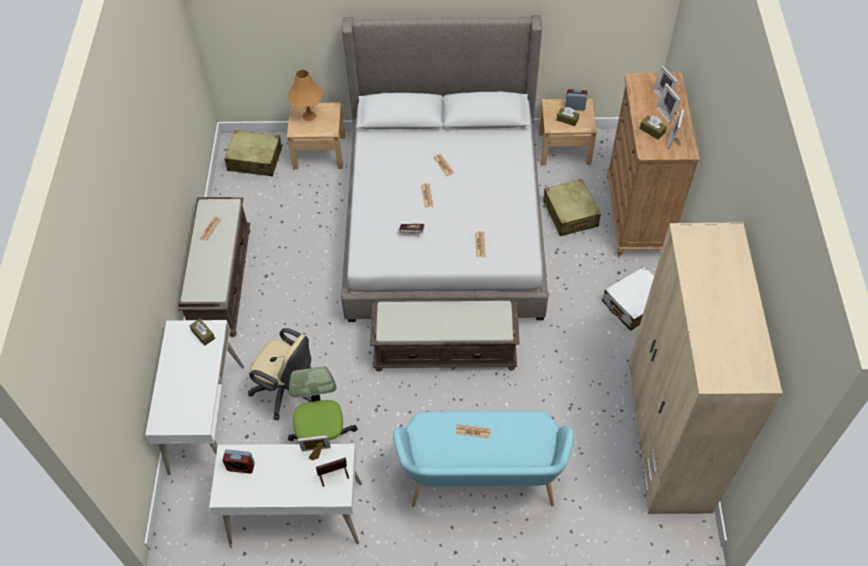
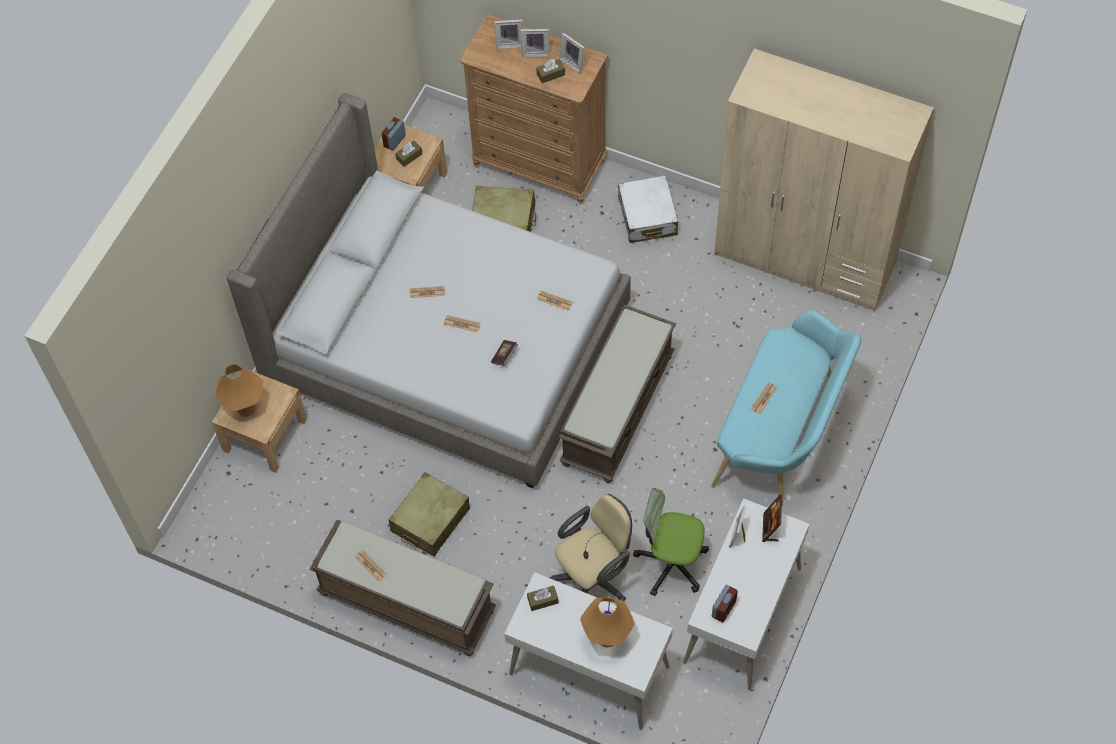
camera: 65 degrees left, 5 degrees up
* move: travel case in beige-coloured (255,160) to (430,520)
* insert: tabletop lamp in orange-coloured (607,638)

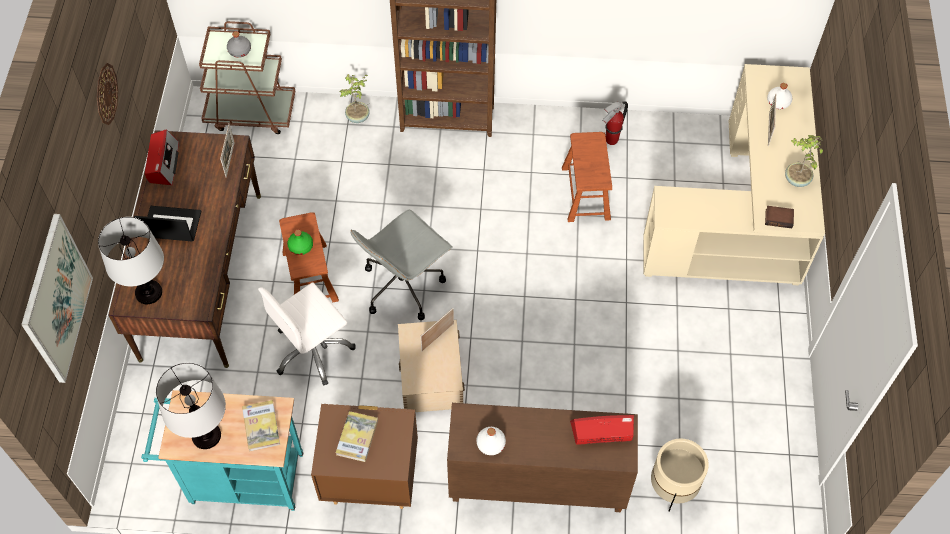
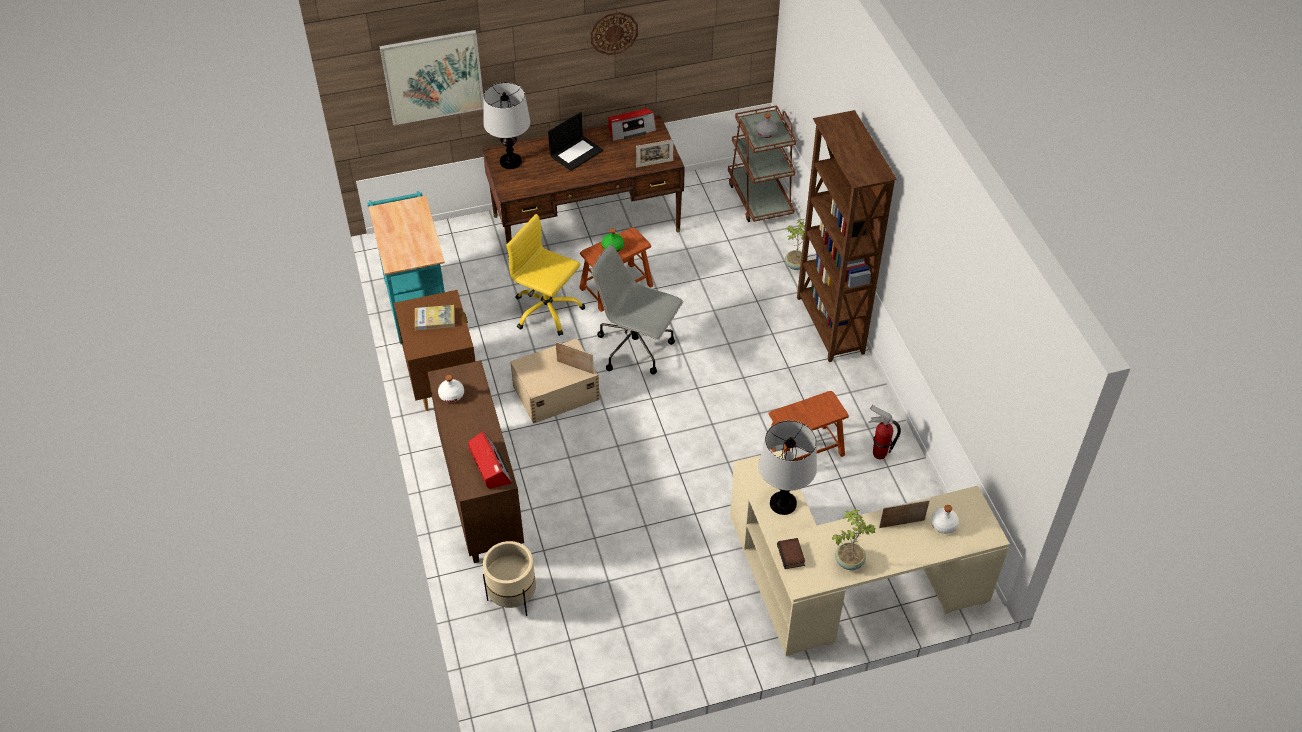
camera: 70 degrees right, 10 degrees down
* recolor: desk chair in white-coloured (313,350) to desk chair in yellow-coloured (547,311)
* rotate: notebook computer (171,225) = (576,153) 60 degrees clockwise
* move: tabletop lamp (206,436) to (782,503)
* delete: volume (261,426)

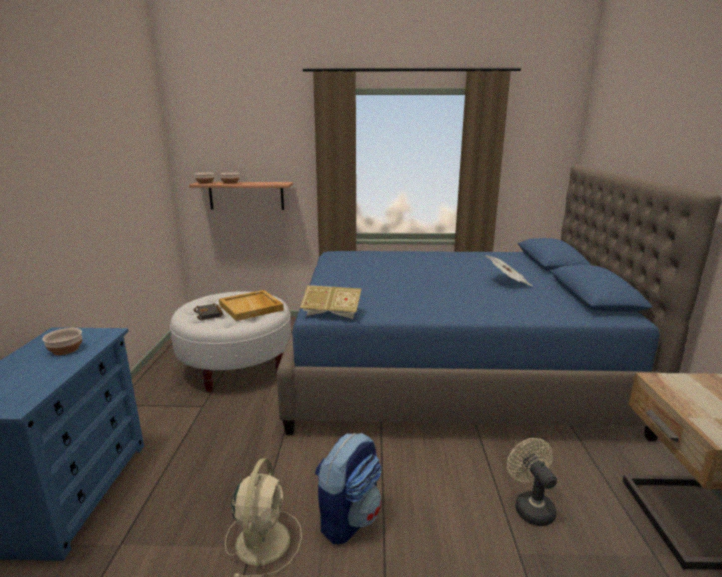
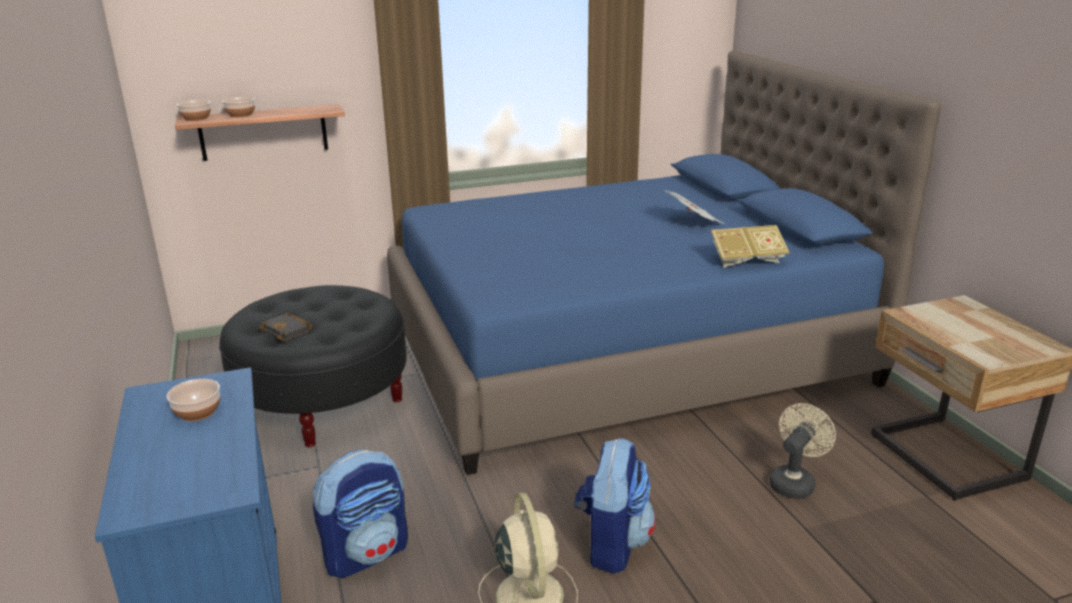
camera: 20 degrees left, 5 degrees up
* recolor: footrest in white-coloured (236,366) to footrest in black-coloured (324,403)
* insert: knapsack (367,553)
* move: volume (331,313) to (747,260)
* rotate: cooling fan in beige-coloured (530,506) = (794,482) 75 degrees clockwise
* delete: serving tray in beige-coloured (251,307)

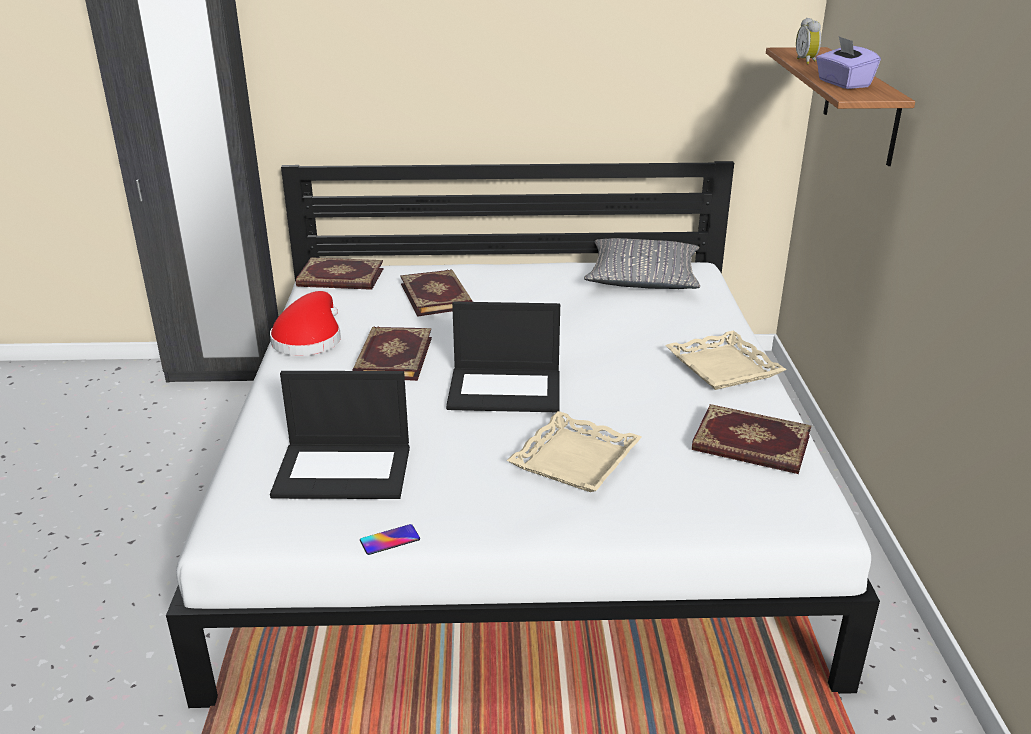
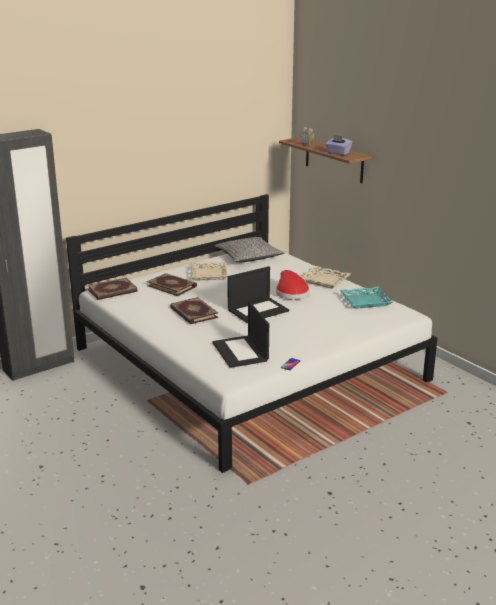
camera: 35 degrees left, 5 degrees down
* move: serving tray in beige-coloured (574,459) to (208,274)
* rotate: notebook computer (345,470) = (241,352) 105 degrees clockwise
* move: clothing hat in red-coloured (309,339) to (291,292)
* replace: volume (750,444) to serving tray in blue-green (365,301)

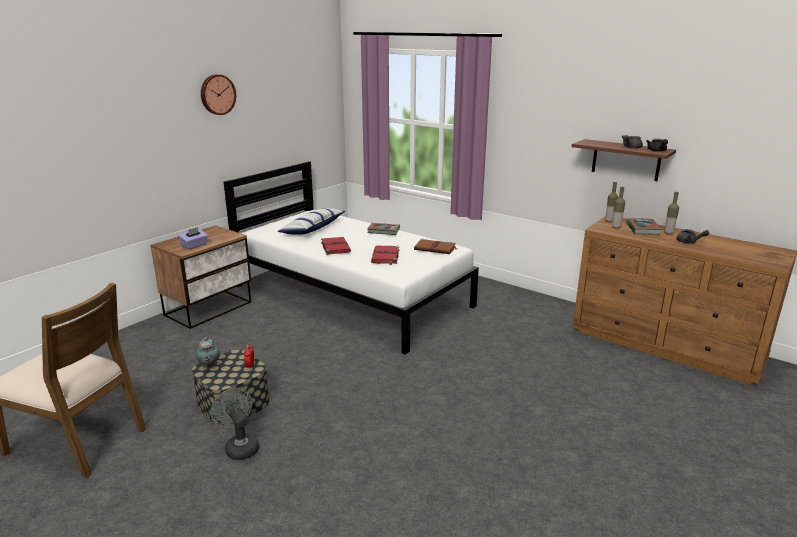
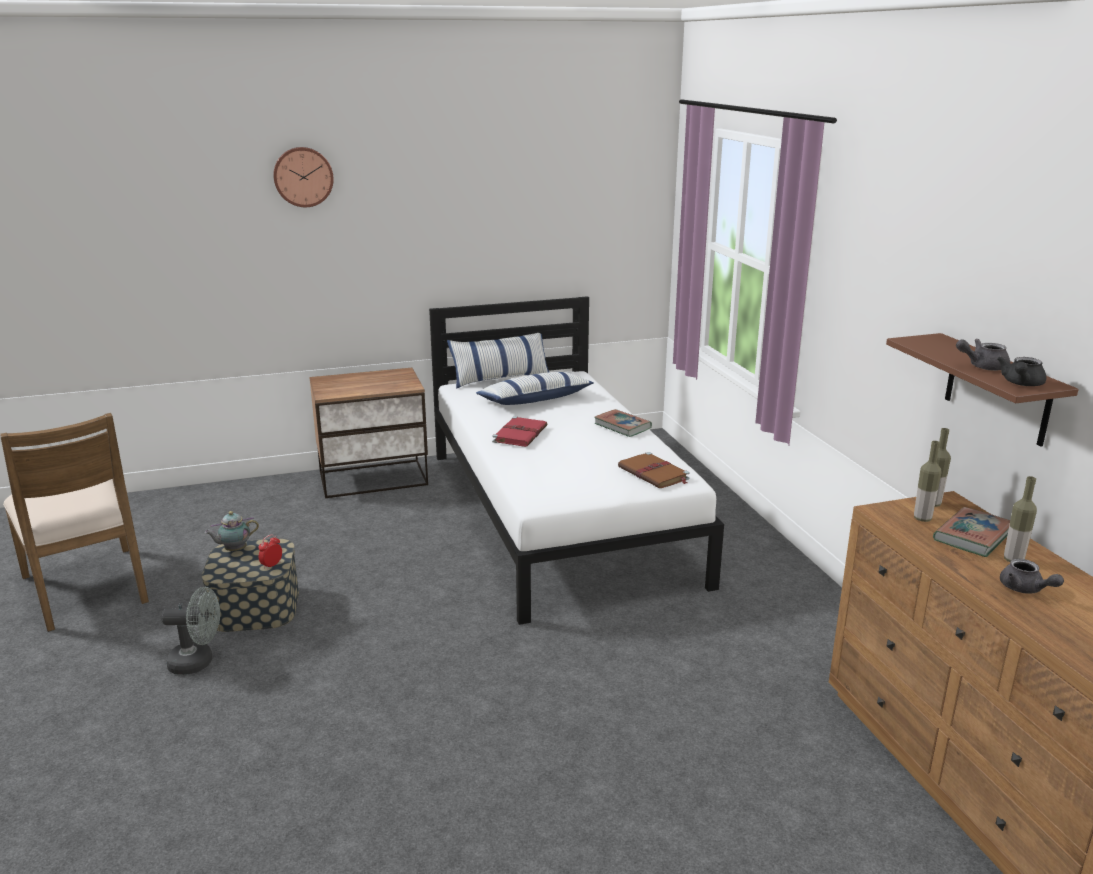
camera: 35 degrees right, 0 degrees up
* rotate: cooling fan in grey (239,447) = (198,662) 90 degrees clockwise
* rotate: teapot (209,367) = (234,550) 45 degrees clockwise
* move: wall clock (217,94) to (303,177)
* insert: cushion (500,378)
* delete: box of tissues in purple (194,246)
* delete: volume in red-coloured (385,256)

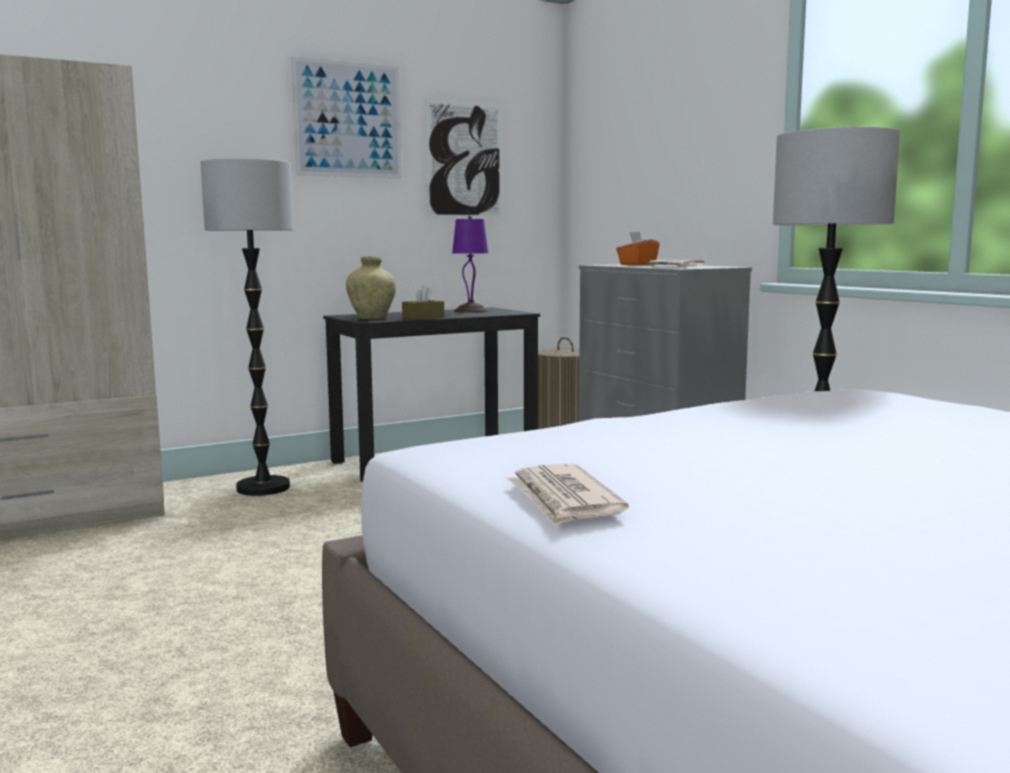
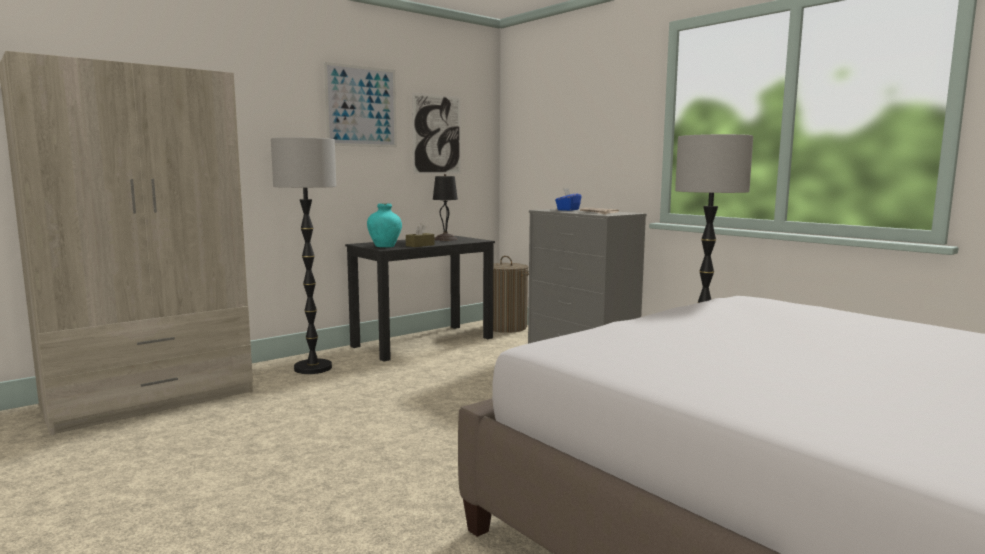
camera: 10 degrees left, 0 degrees up
* recolor: decorative vase in beige-coloured (372,318) to decorative vase in blue-green (385,246)
* recolor: tabletop lamp in purple (470,311) to tabletop lamp in black-coloured (445,239)
* recolor: box of tissues in orange-coloured (637,264) to box of tissues in bluish (567,210)
* delete: newspaper (563,500)

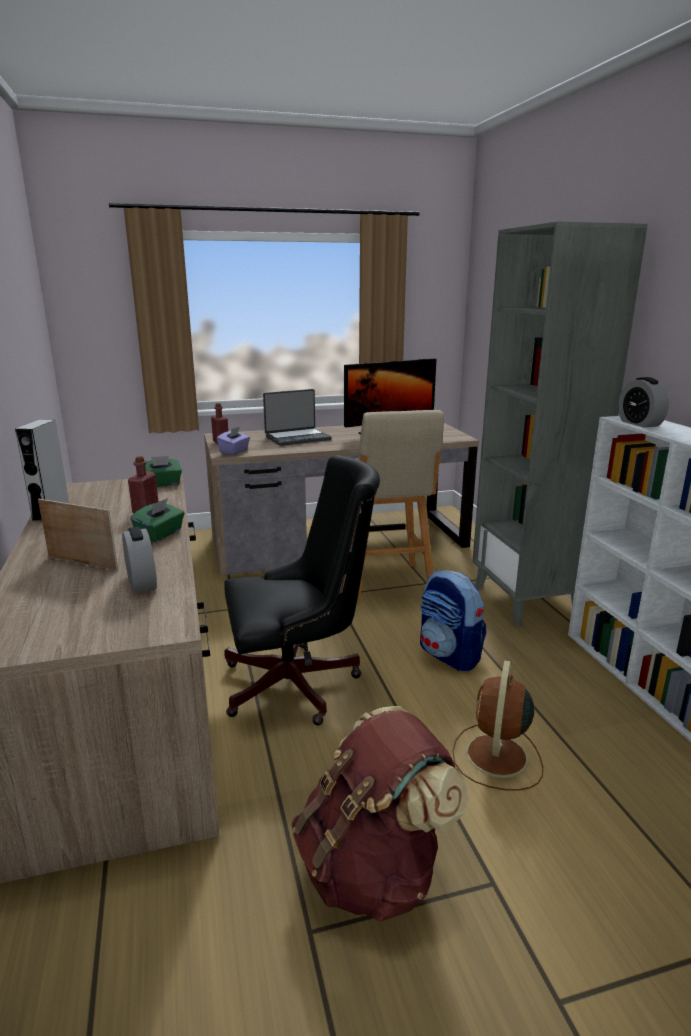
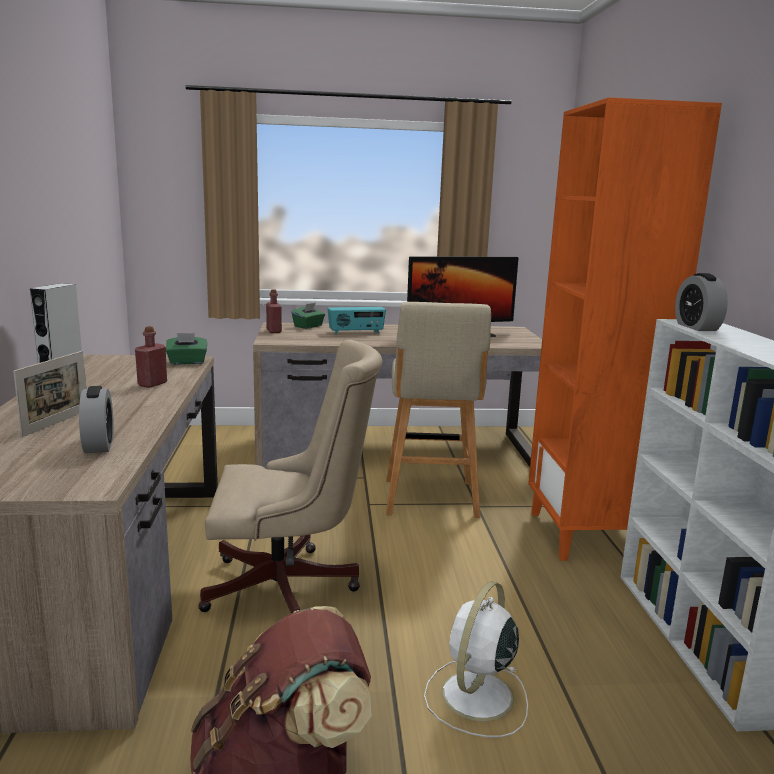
camera: 10 degrees right, 5 degrees down
* rotate: standing frame (82,563) = (56,423) 75 degrees clockwise
* recolor: desk chair in black-coloured (300,683) to desk chair in beige-coloured (290,589)
* move: box of tissues in greenish (160,534) to (308,326)
* replace: notebook computer (297,438) to radio set (356,333)
* recolor: cooling fan in brown-coloured (496,757) to cooling fan in white-coloured (476,697)
* recolor: shelving unit in grey (527,601) to shelving unit in orange-coloured (586,535)
* delete: box of tissues in purple (234,451)
* delete: knapsack (449,655)

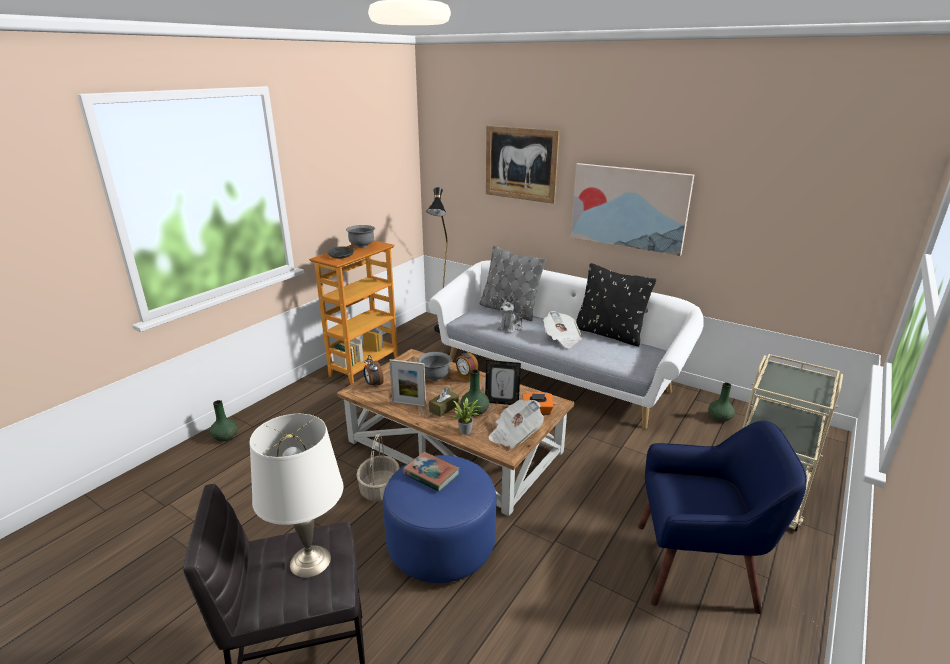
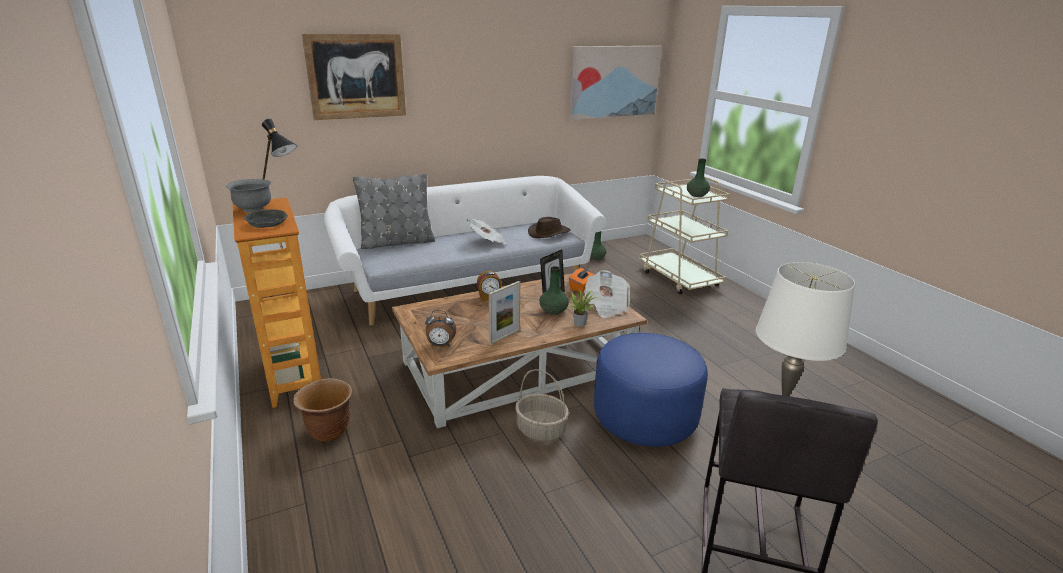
camera: 60 degrees left, 0 degrees up
* insert: plant pot in brown-coloured (328,431)
* insert: clothing hat in brown-coloured (549,233)
* move: picture (629,207) to (613,81)
* move: decorative vase in greenish (225,437) to (696,195)
* delete: volume (431,474)
* delete: bowl in grey (435,377)
* delete: box of tissues in brown-coloured (444,408)
* delete: cuddly toy (511,327)
* delete: cushion in black-coloured (609,334)
* delete: lounge chair in bluish (697,567)

